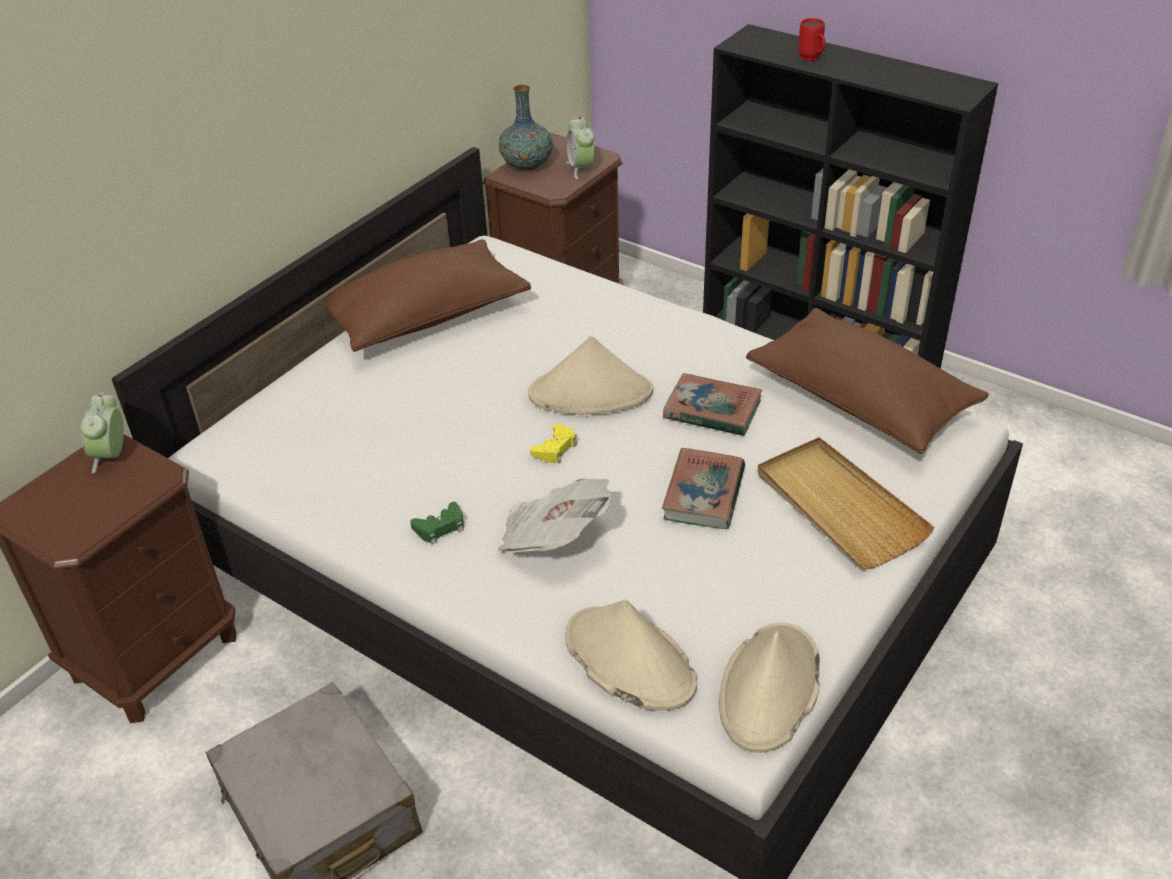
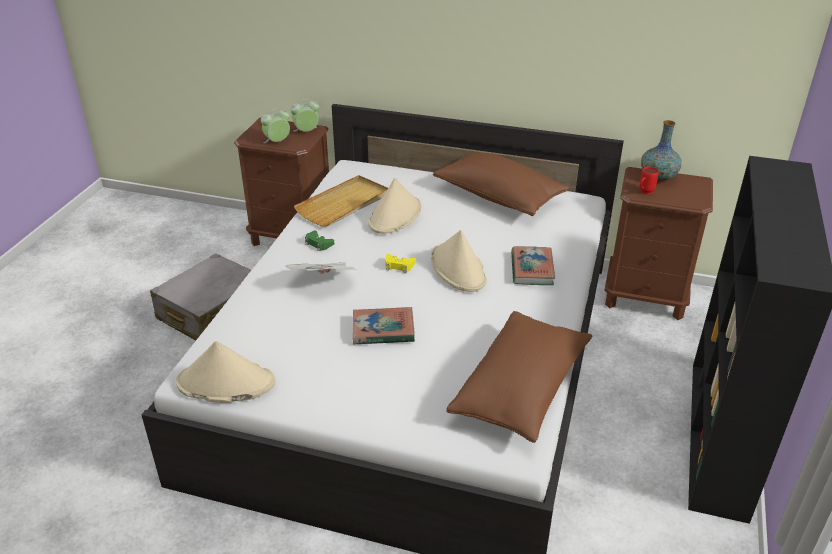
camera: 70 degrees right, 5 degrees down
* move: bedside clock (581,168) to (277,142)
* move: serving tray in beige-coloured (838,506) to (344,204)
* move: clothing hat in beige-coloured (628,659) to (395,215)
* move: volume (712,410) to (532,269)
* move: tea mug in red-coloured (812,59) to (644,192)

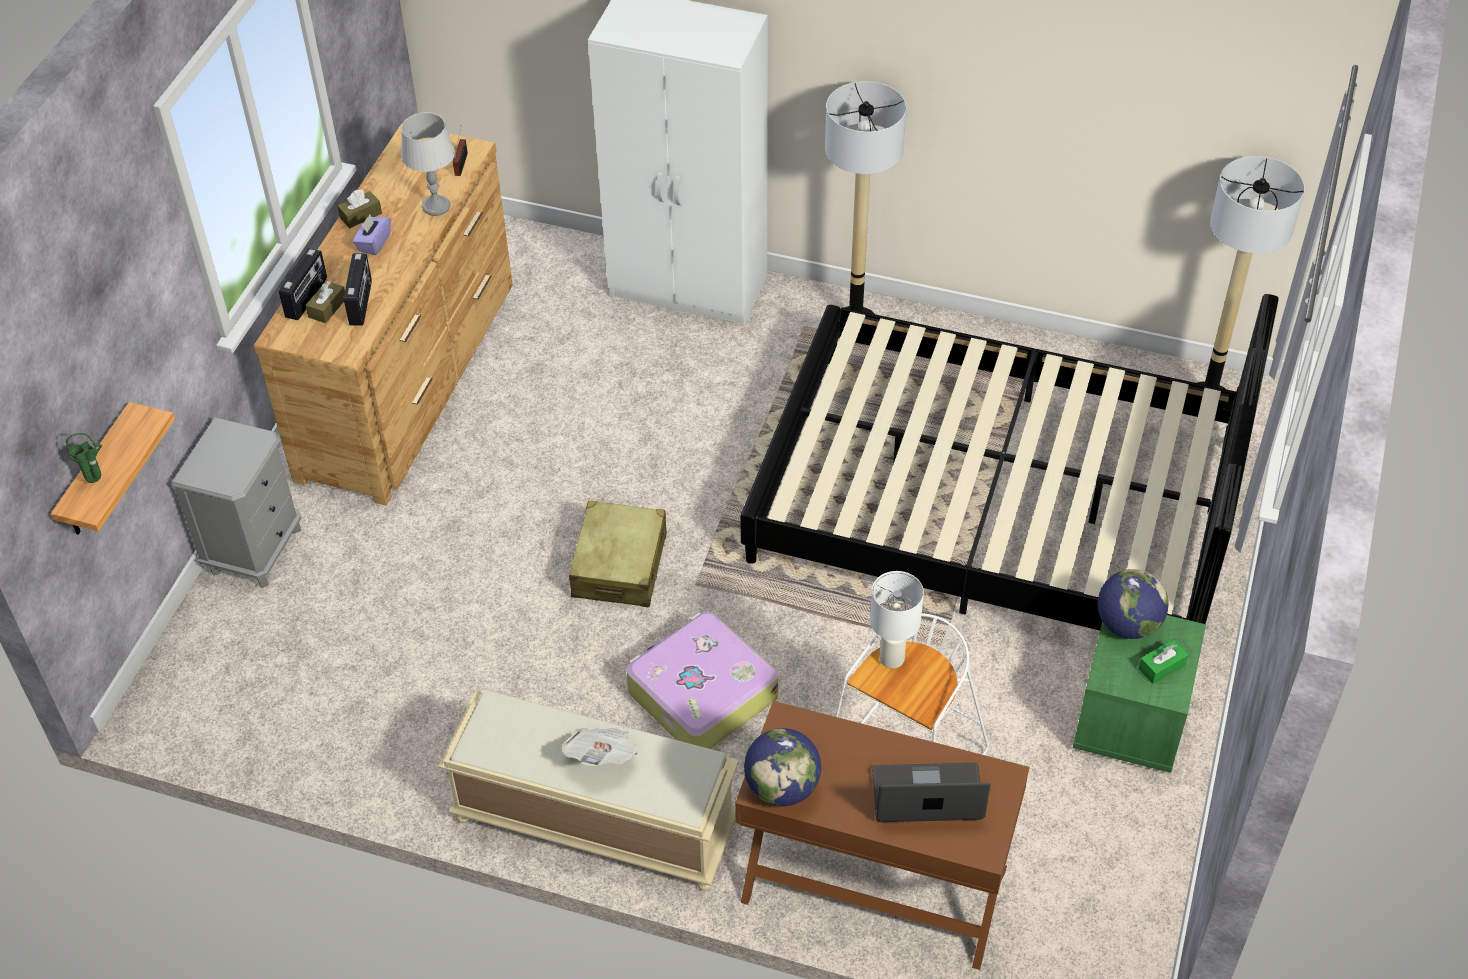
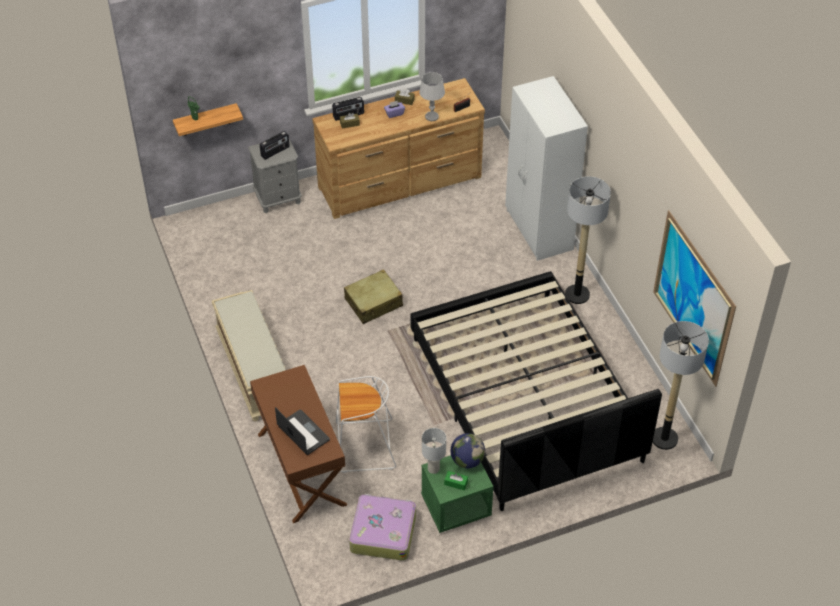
camera: 50 degrees right, 0 degrees up
* move: radio set (361,303) to (275,152)
* move: travel case (700,694) to (383,532)
* move: tabletop lamp in white-coloured (892,658) to (434,469)
* insert: picture (692,298)
* delete: newspaper (603,756)
* delete: world globe (782,787)

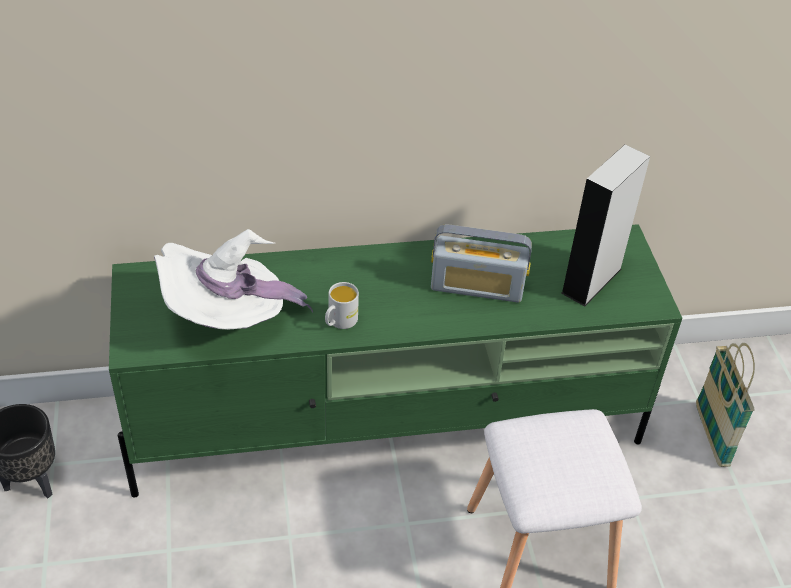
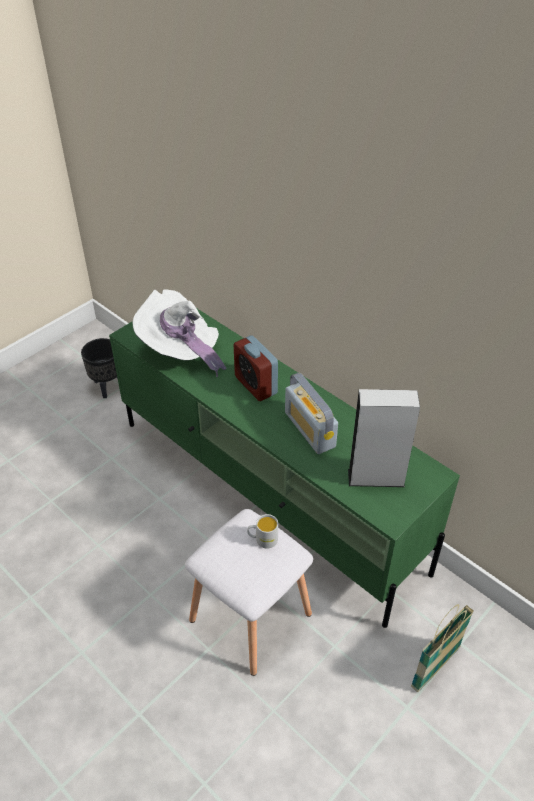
camera: 55 degrees right, 0 degrees up
* insert: bedside clock (255,385)
* move: tea mug in white-coloured (339,322) to (262,539)

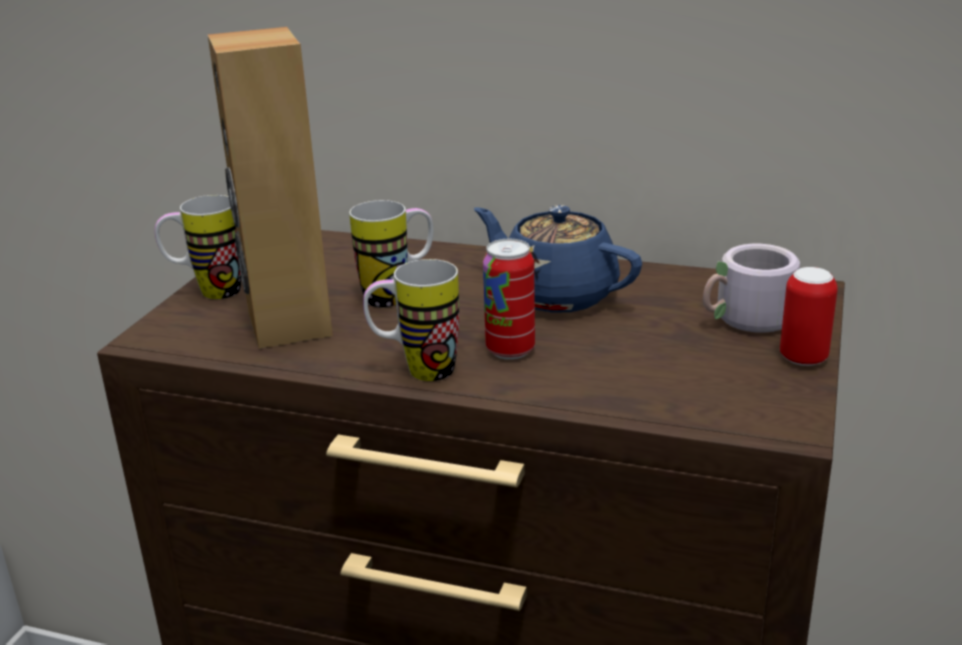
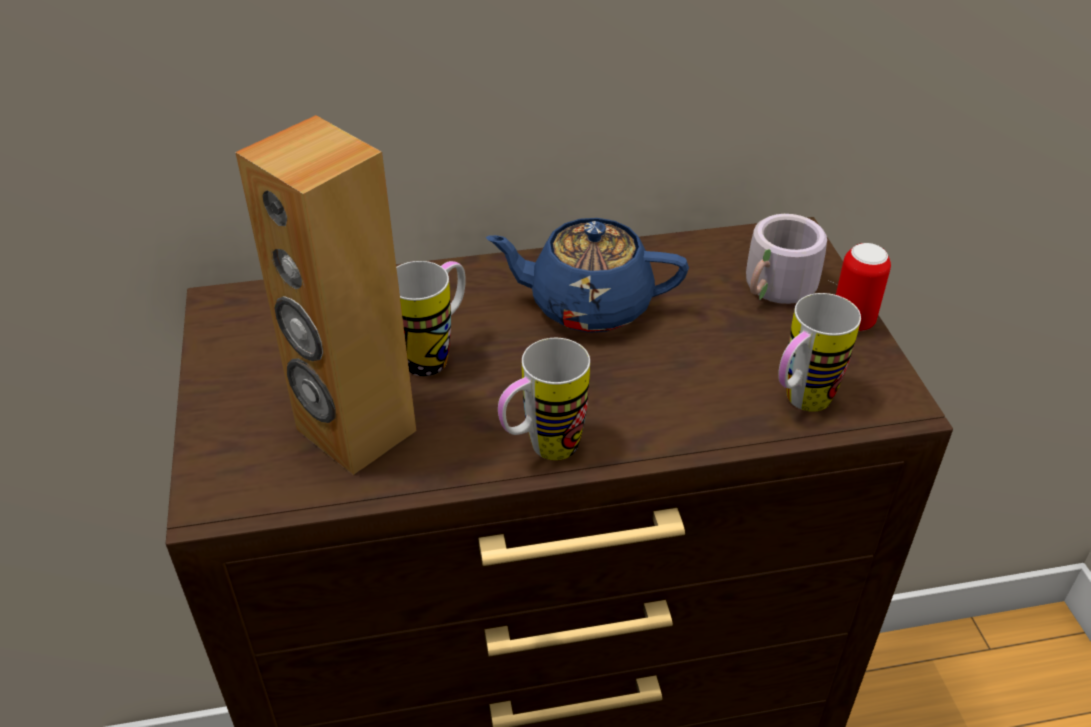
camera: 30 degrees left, 15 degrees up
* move: tea mug (207,293) to (799,404)
* delete: metal can (510,350)

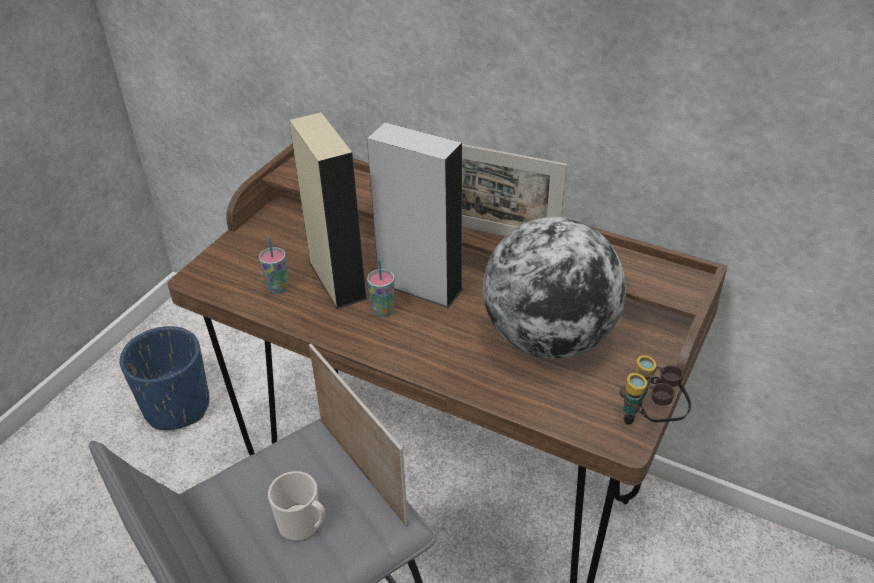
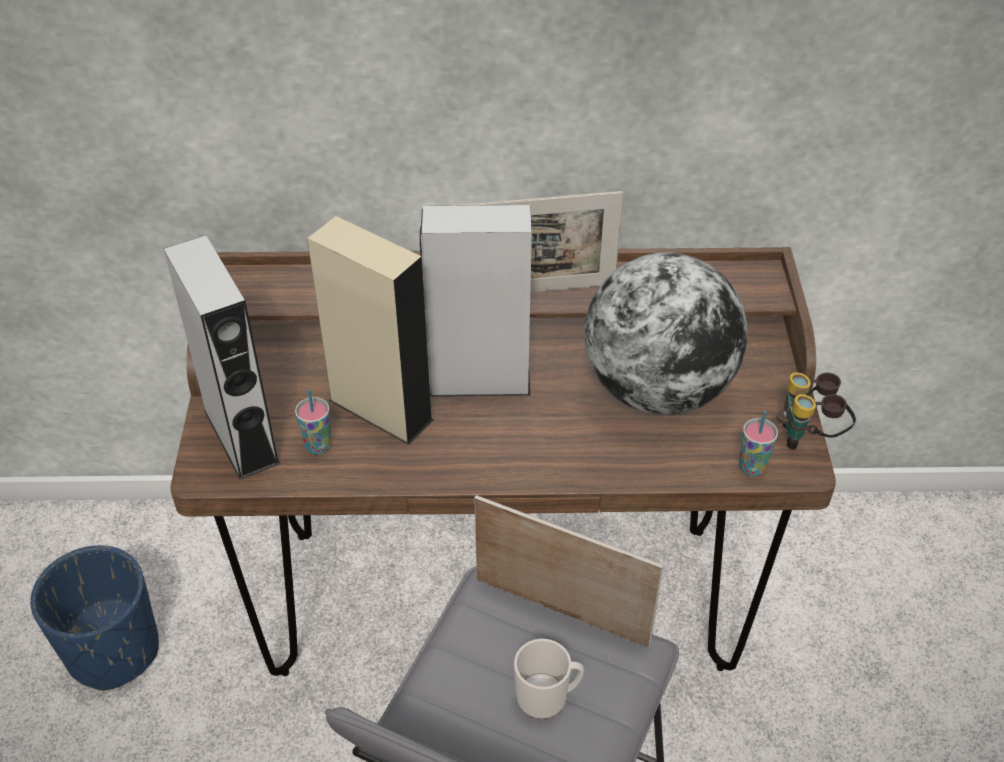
camera: 30 degrees left, 5 degrees up
* insert: audio speaker in grey (241,436)
* move: drinking cup (383,310) to (752,467)

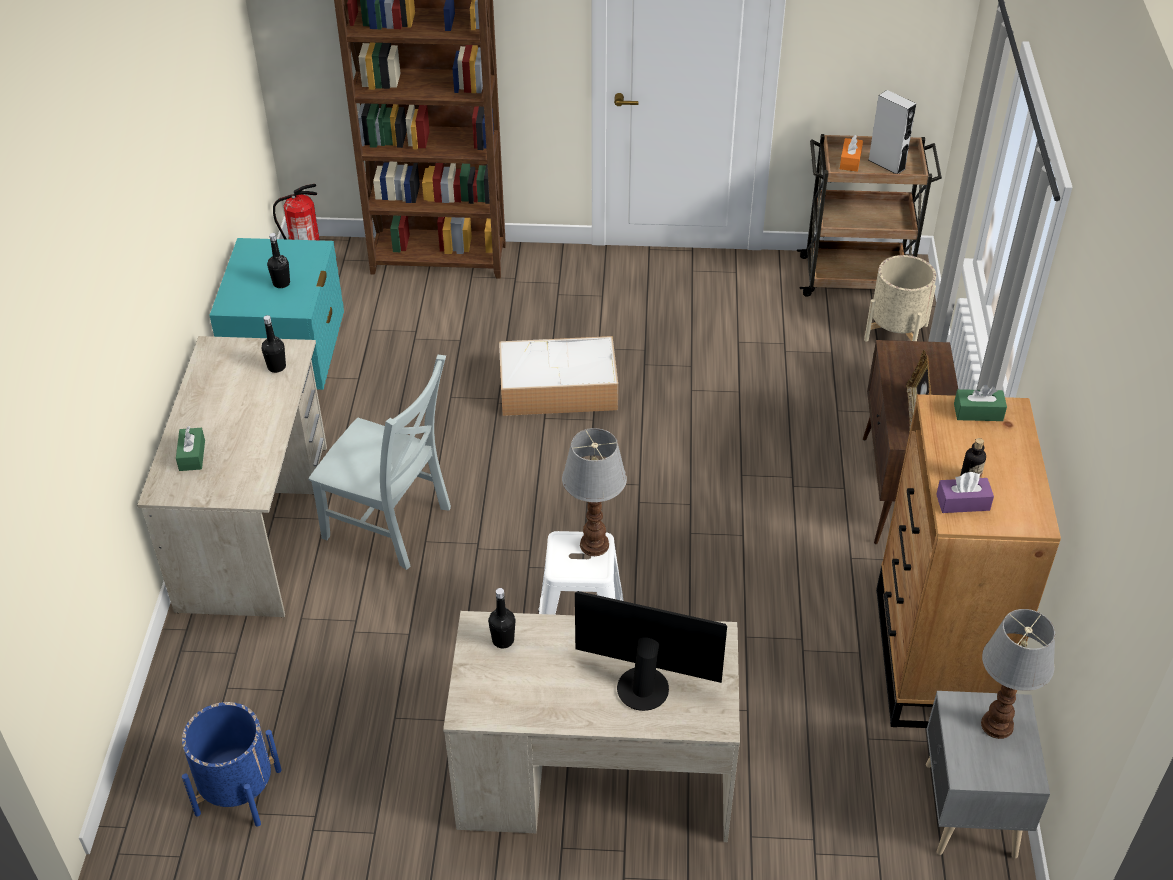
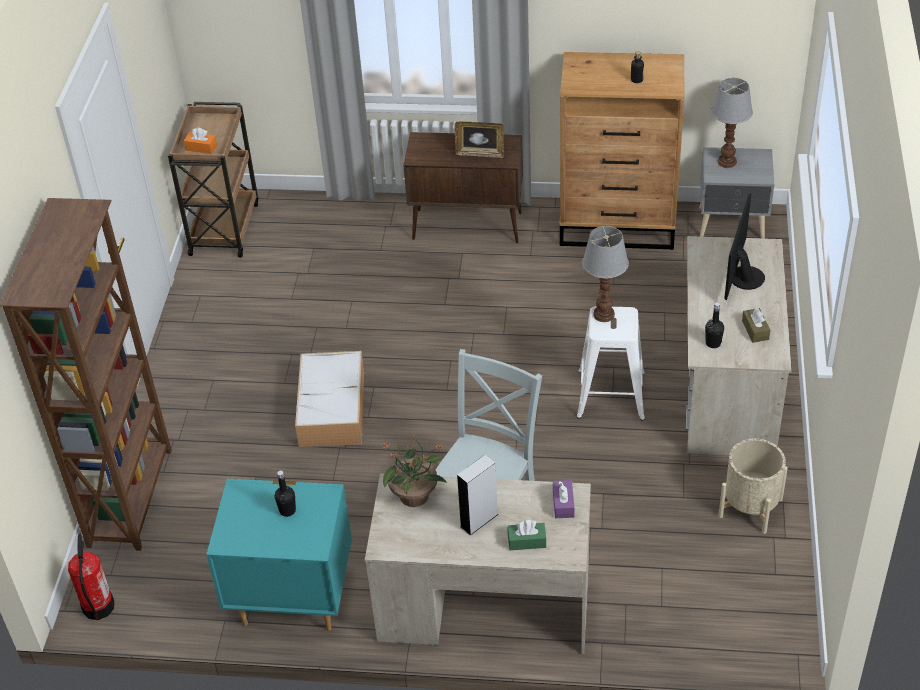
camera: 85 degrees left, 0 degrees up
* replace: beverage bottle in black-coloured (276,367) to houseplant (415,496)
* move: audio speaker in grey (886,164) to (479,520)
* move: box of tissues in purple (963,502) to (563,504)
* move: plant pot in beige-coloured (896,332) to (750,508)
* insert: box of tissues in brown-coloured (755,330)
* delete: plant pot in bluish (238,791)
* delete: box of tissues in greenish (978,412)

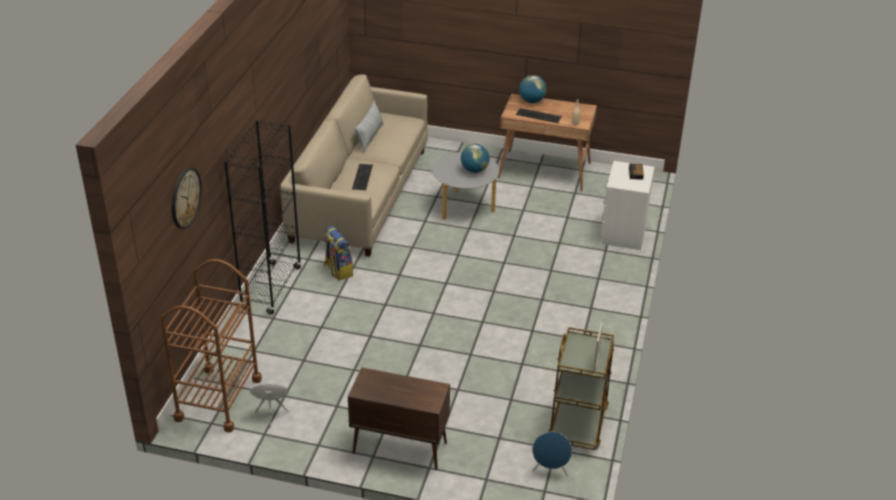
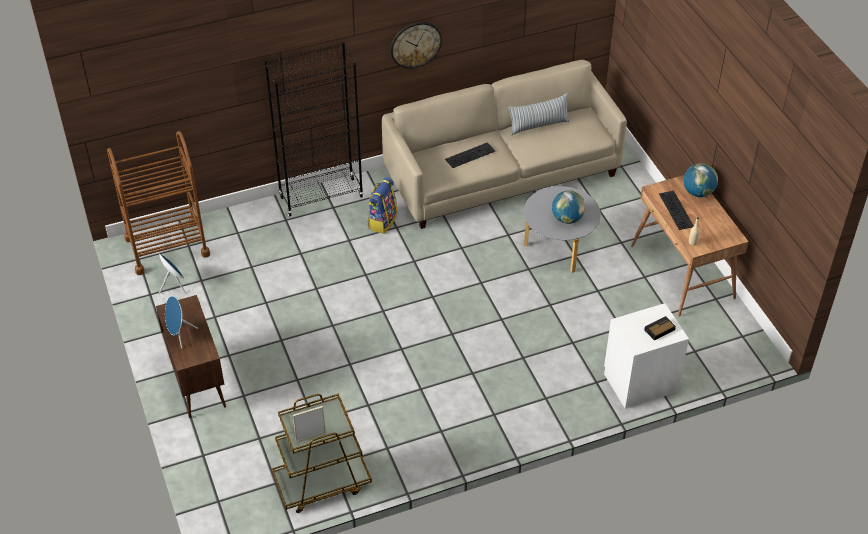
camera: 55 degrees right, 10 degrees up
* move: audio speaker in bluish (550,470) to (179,335)
* move: wall clock (185,197) to (415,44)

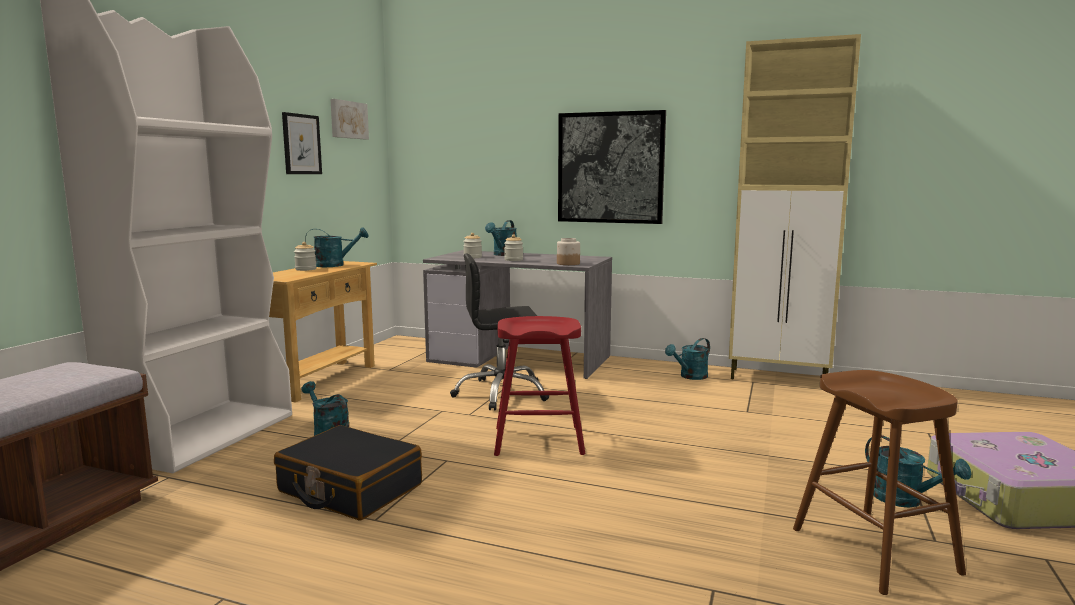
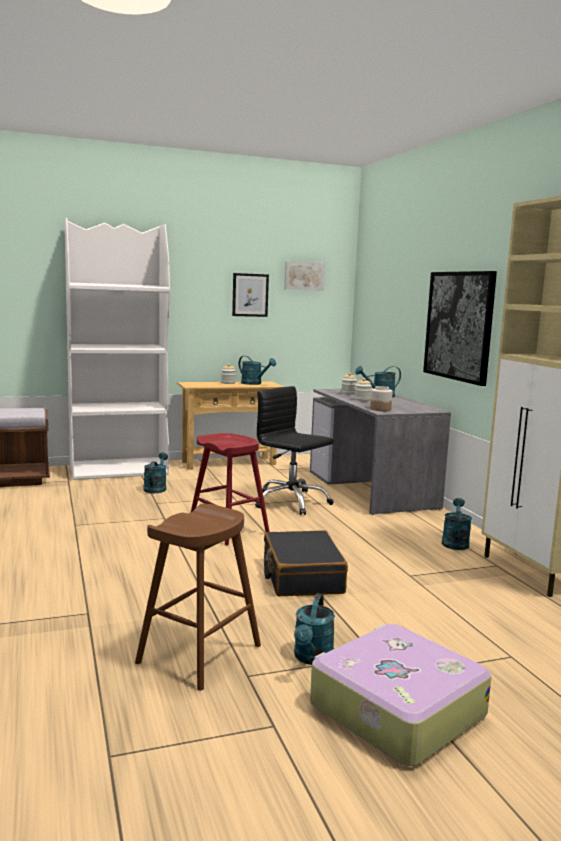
camera: 50 degrees right, 0 degrees up
* move: travel case in black-coloured (349,489) to (301,576)
* rotate: watering pot in blue-green (690,376) = (455,542) 90 degrees clockwise

